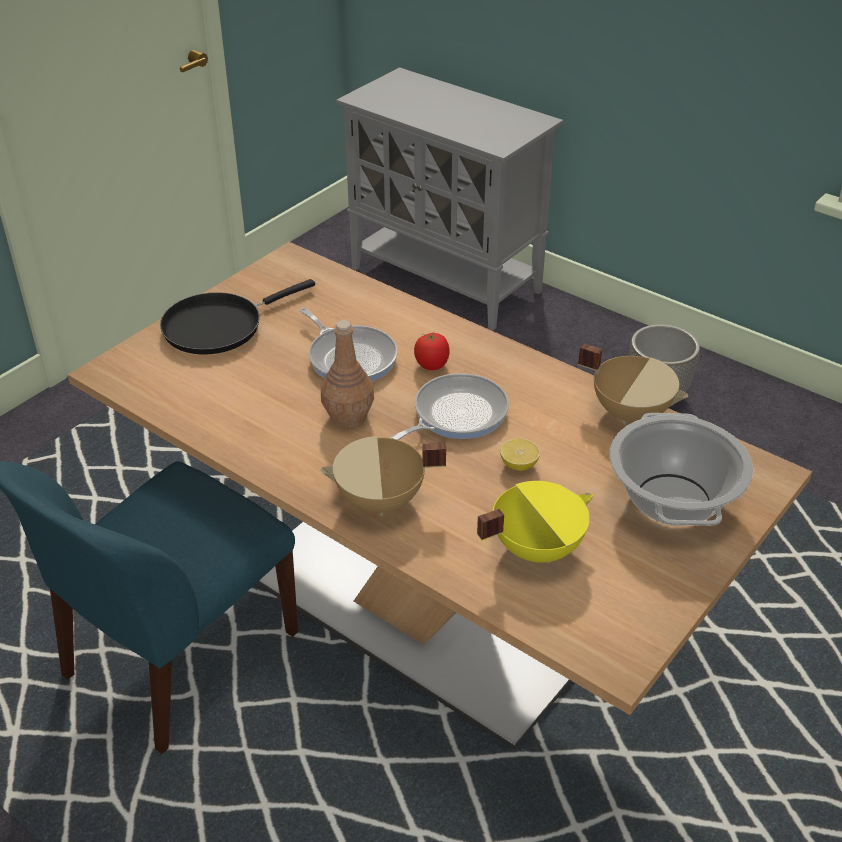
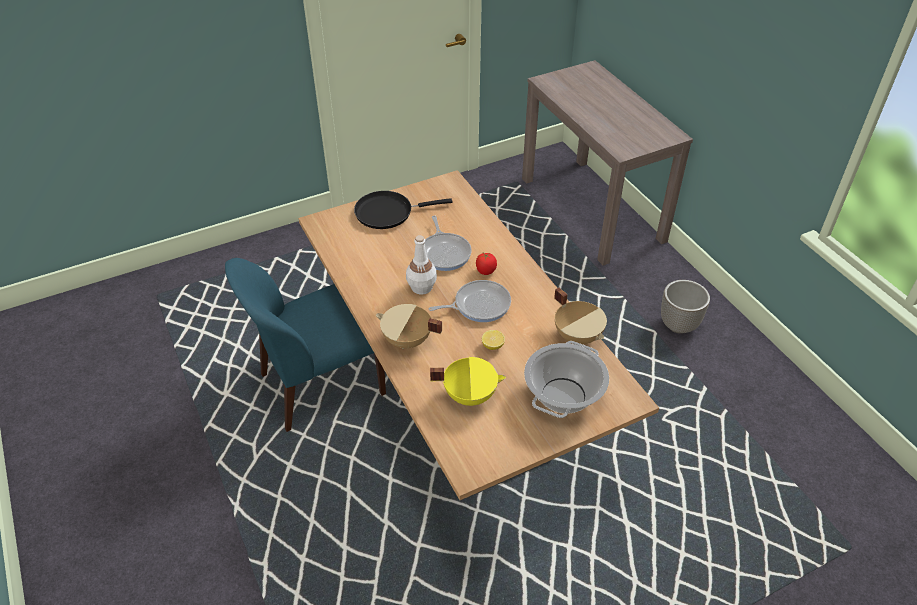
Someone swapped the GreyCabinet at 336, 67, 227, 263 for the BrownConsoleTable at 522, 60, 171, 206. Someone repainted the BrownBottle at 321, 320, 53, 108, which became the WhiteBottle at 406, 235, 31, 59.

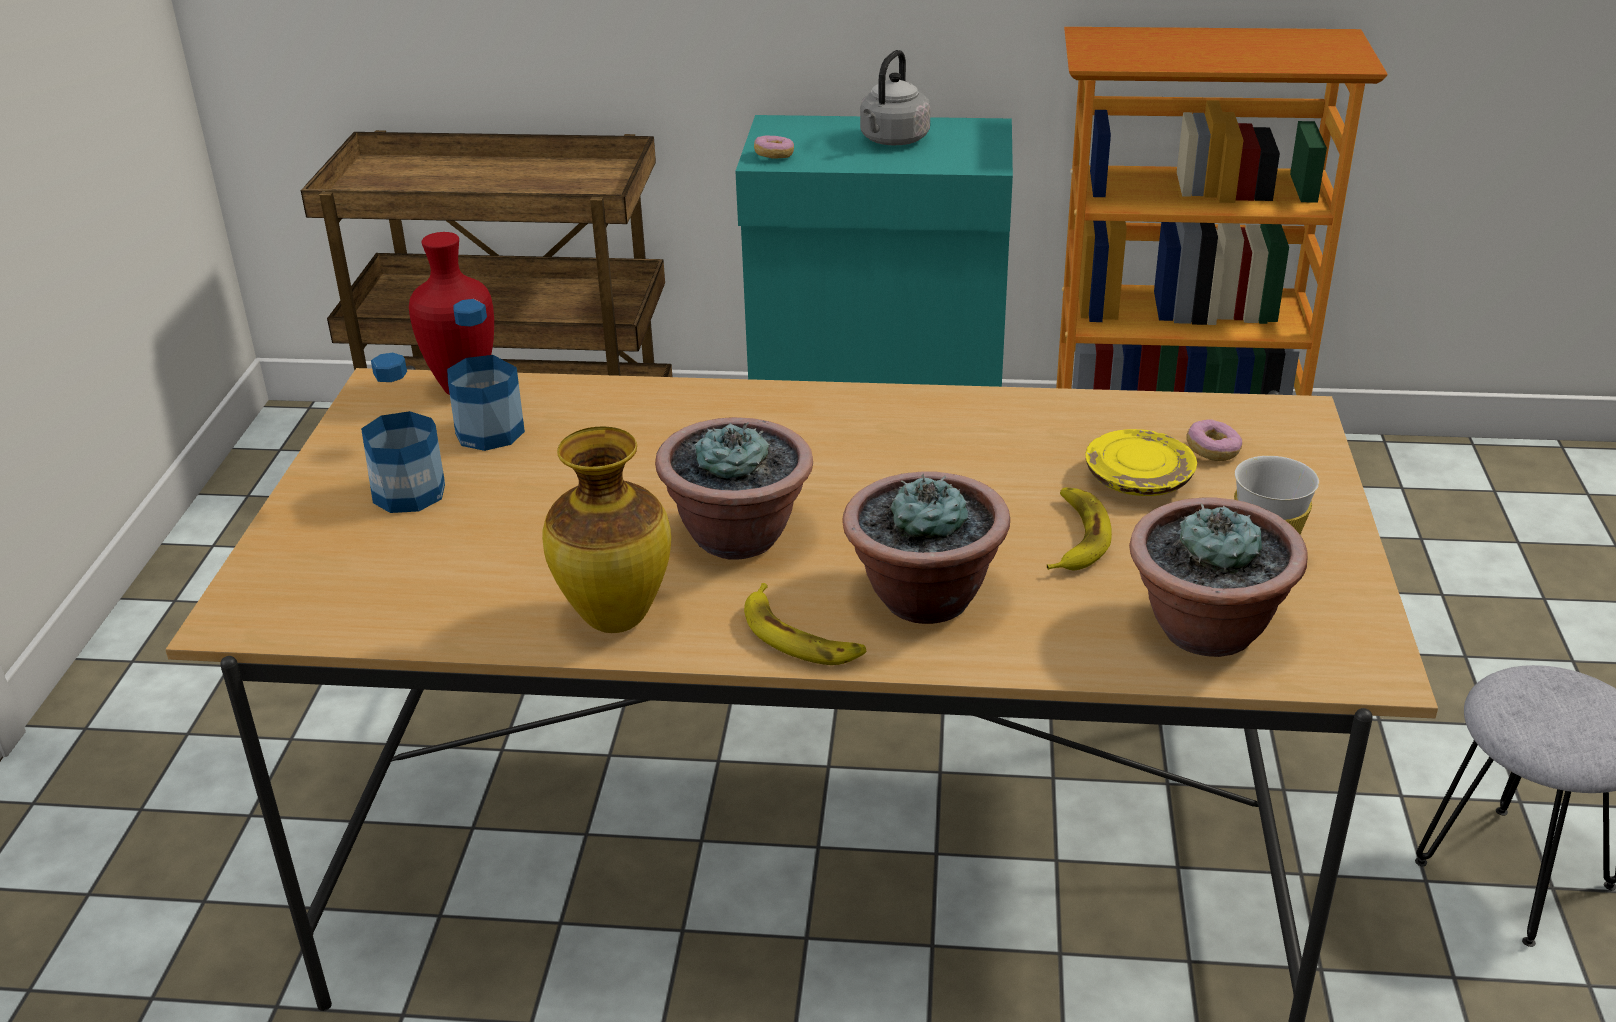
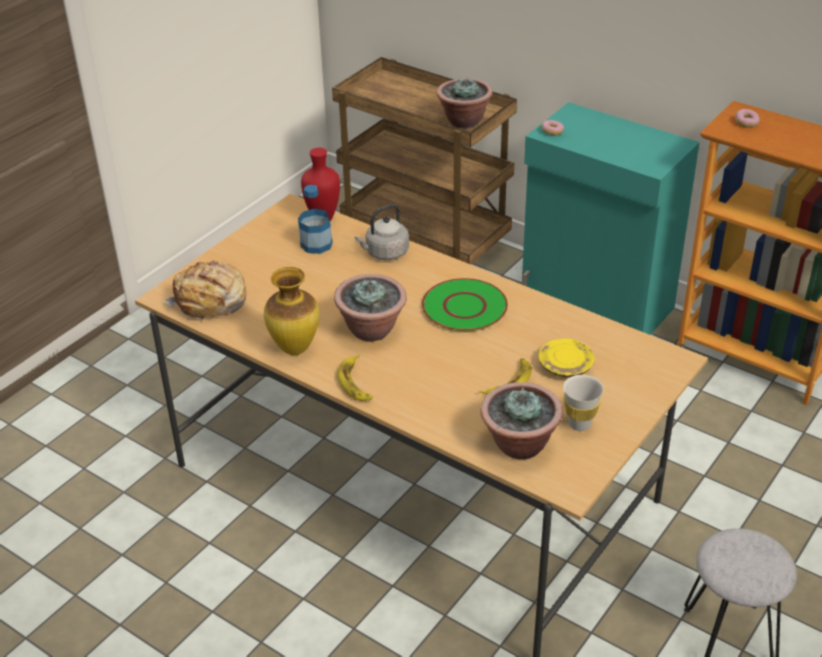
Someone took away the Bottle at 361, 353, 84, 160. Someone put down the Bread at 163, 261, 83, 60. Someone put down the GreenPlate at 422, 278, 86, 54. Someone carried the PottedPlant from 842, 471, 168, 153 to 437, 77, 56, 52. Someone carried the GreyKettle from 860, 50, 71, 95 to 355, 204, 54, 56. Someone carried the Donut from 1186, 419, 56, 42 to 735, 109, 24, 19.

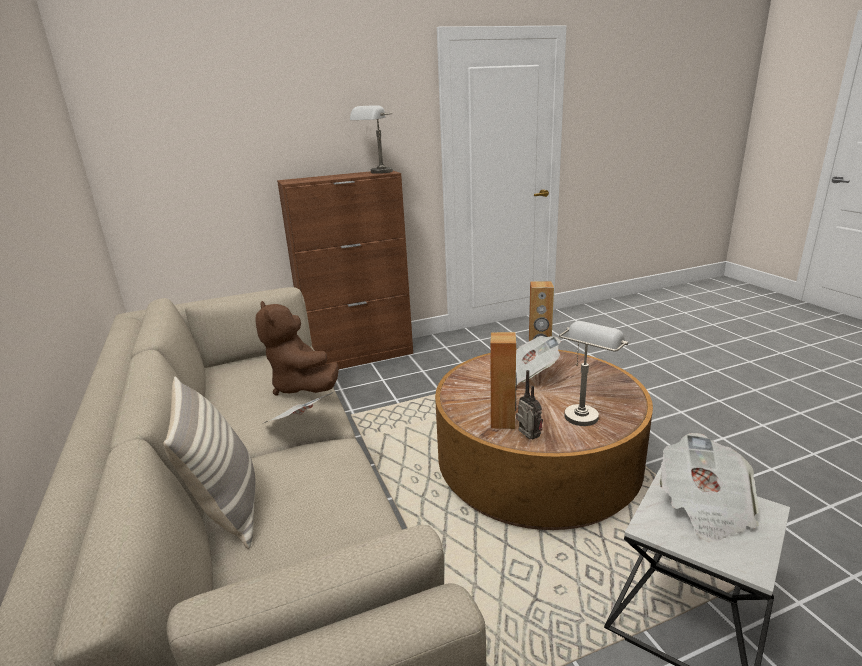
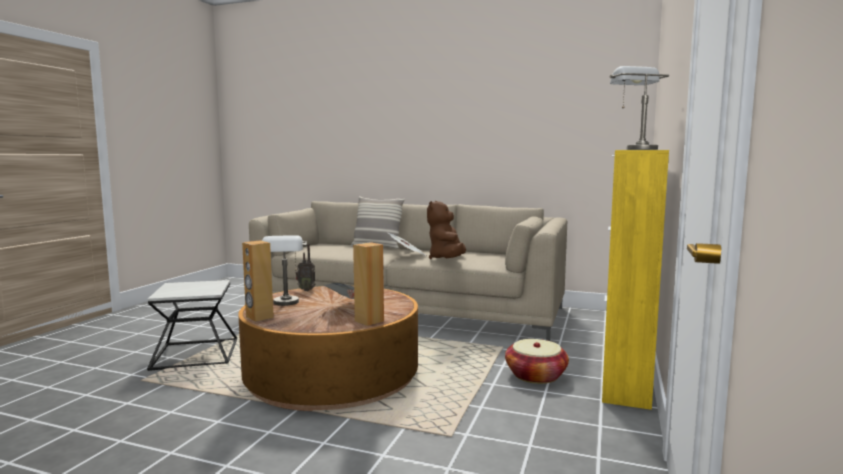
Someone took away the Newspaper at 659, 433, 100, 109. Someone put down the Basket at 505, 339, 64, 45. Someone carried the BrownSpeaker from 490, 332, 27, 97 to 242, 240, 32, 82. Someone repainted the BrownCabinet at 277, 171, 136, 198, which became the YellowCabinet at 602, 150, 67, 260. Someone rotated the BrownPlushToy at 255, 301, 84, 95 by 90 degrees counterclockwise.

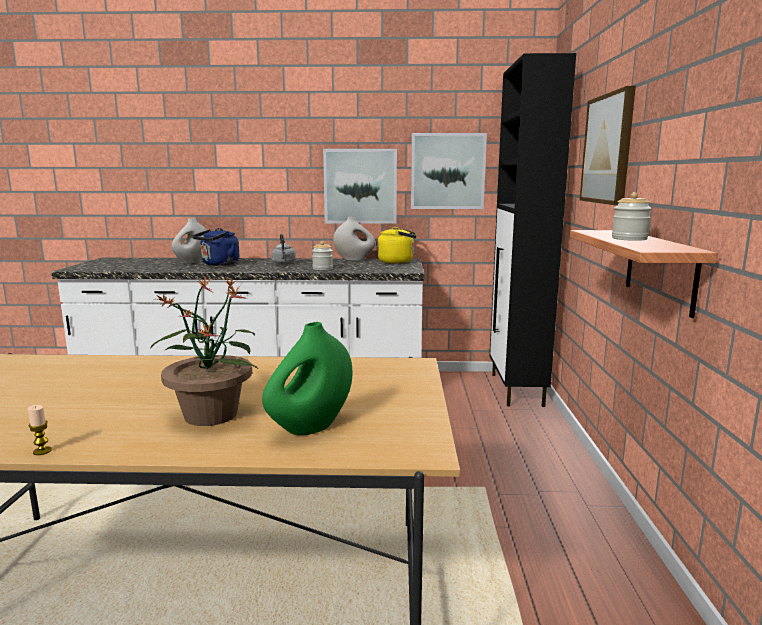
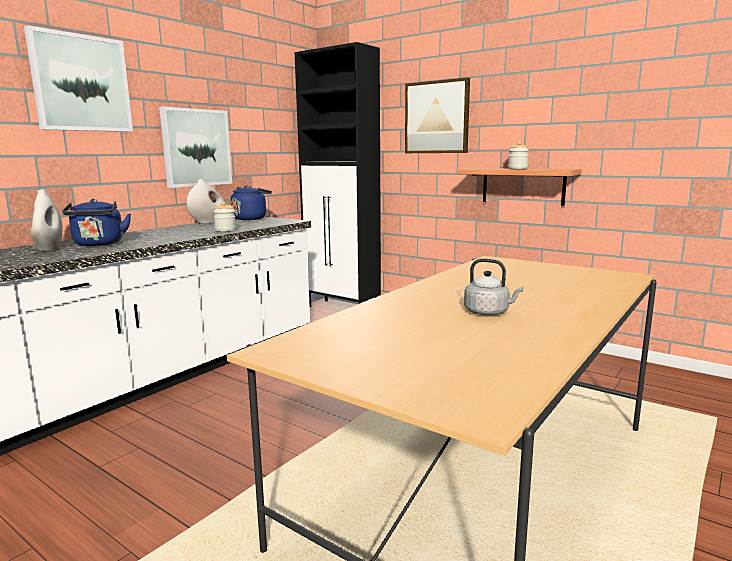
Someone took away the Candle at 28, 405, 24, 50. Someone took away the PottedPlant at 150, 277, 107, 149. Someone took away the GreenVase at 262, 322, 91, 113. Someone carried the GreyKettle from 272, 234, 24, 30 to 464, 259, 59, 56. Someone carried the Picture from 411, 133, 76, 76 to 24, 25, 109, 107. Someone repainted the YellowKettle at 377, 227, 39, 37, which became the BlueKettle at 231, 185, 41, 35.

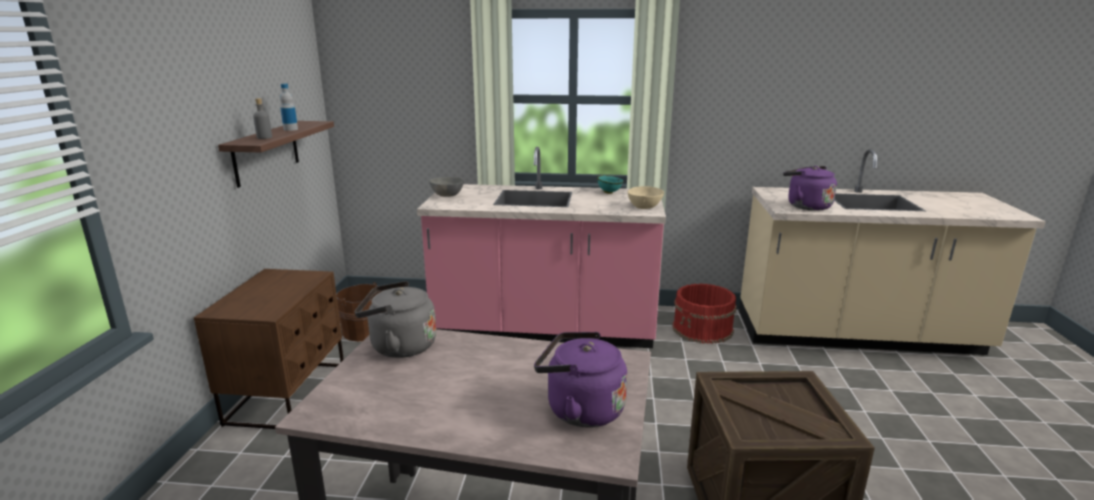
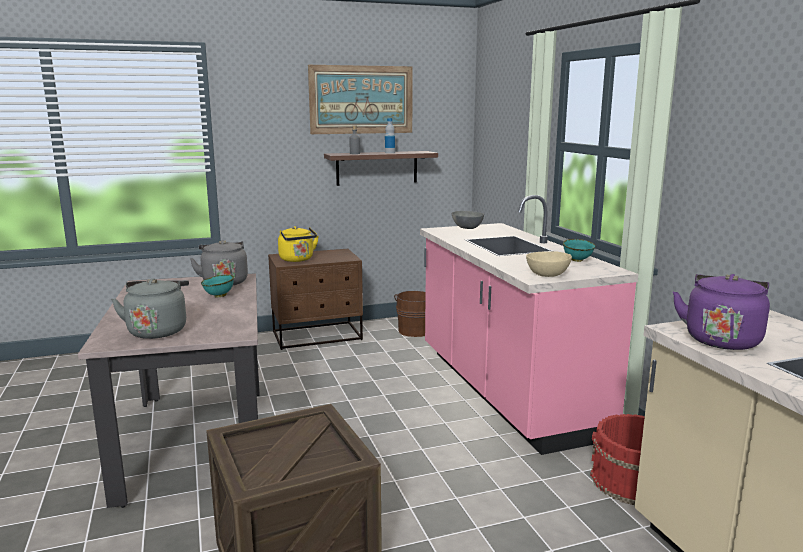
Someone put down the TurquoiseBowl at 201, 275, 33, 23. Someone put down the YellowKettle at 278, 226, 41, 36. Someone put up the Picture at 308, 65, 105, 69. Someone repainted the PurpleKettle at 534, 332, 93, 96, which became the GreyKettle at 111, 278, 78, 61.

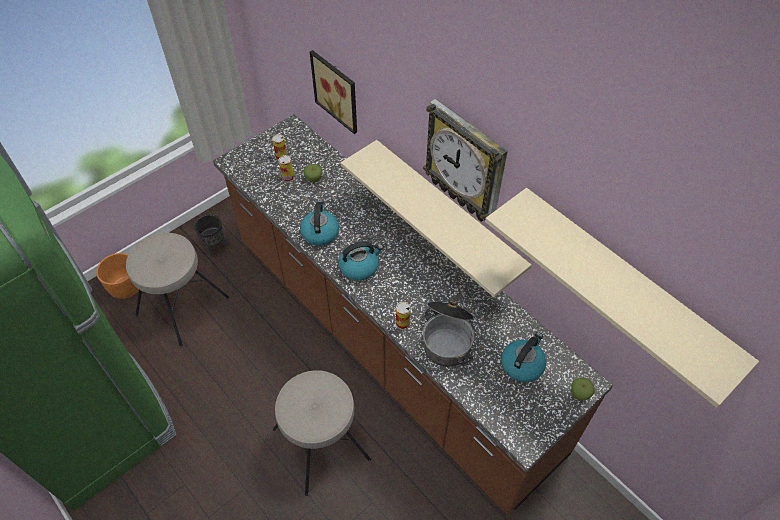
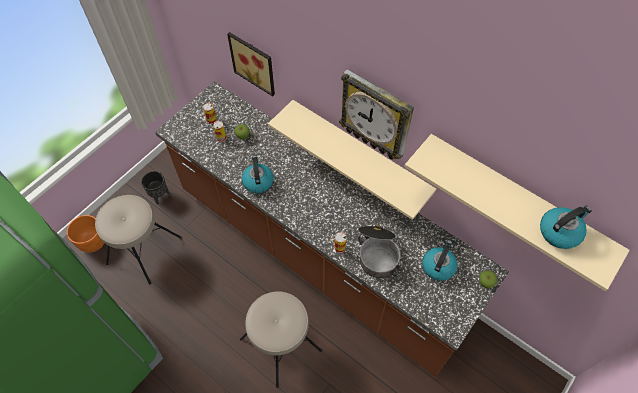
Someone carried the Kettle from 338, 241, 45, 40 to 540, 206, 52, 43.

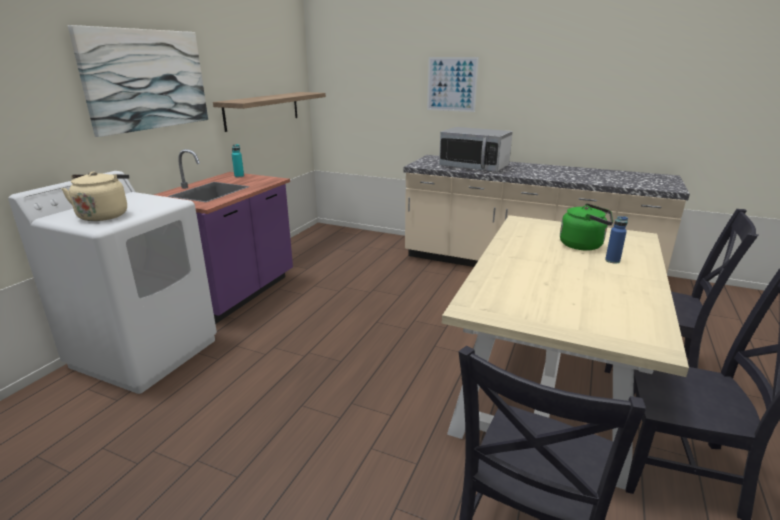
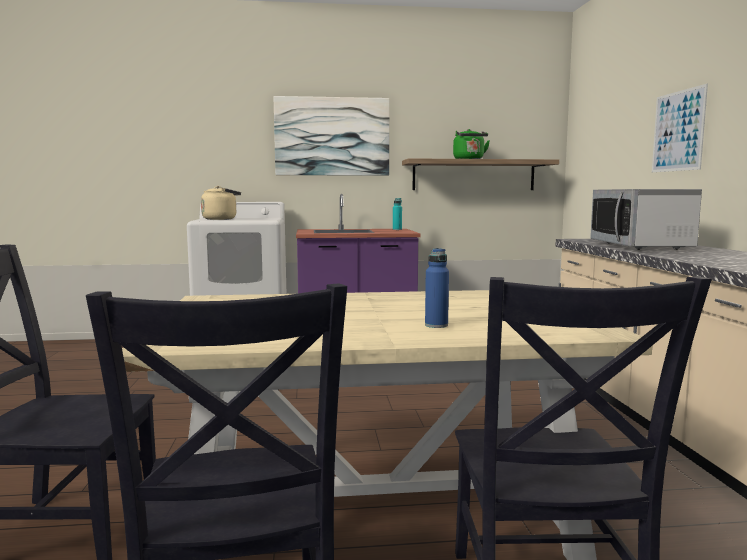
Someone carried the GreenKettle from 560, 203, 53, 47 to 453, 129, 37, 30.

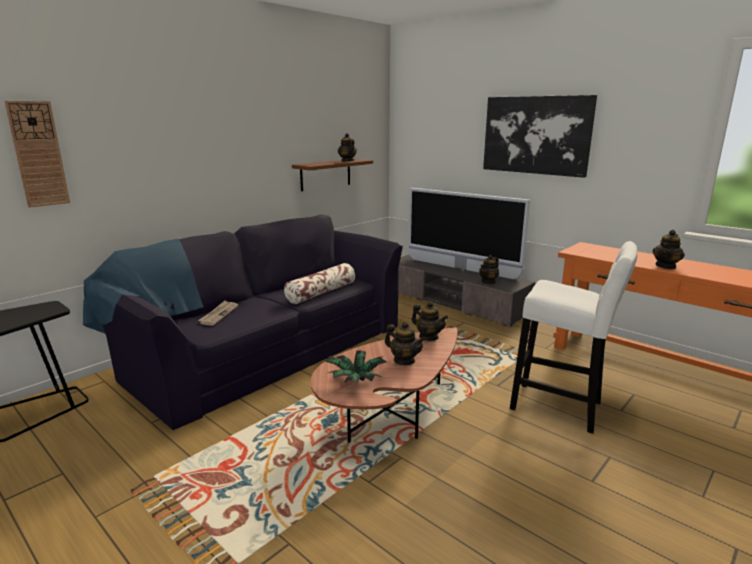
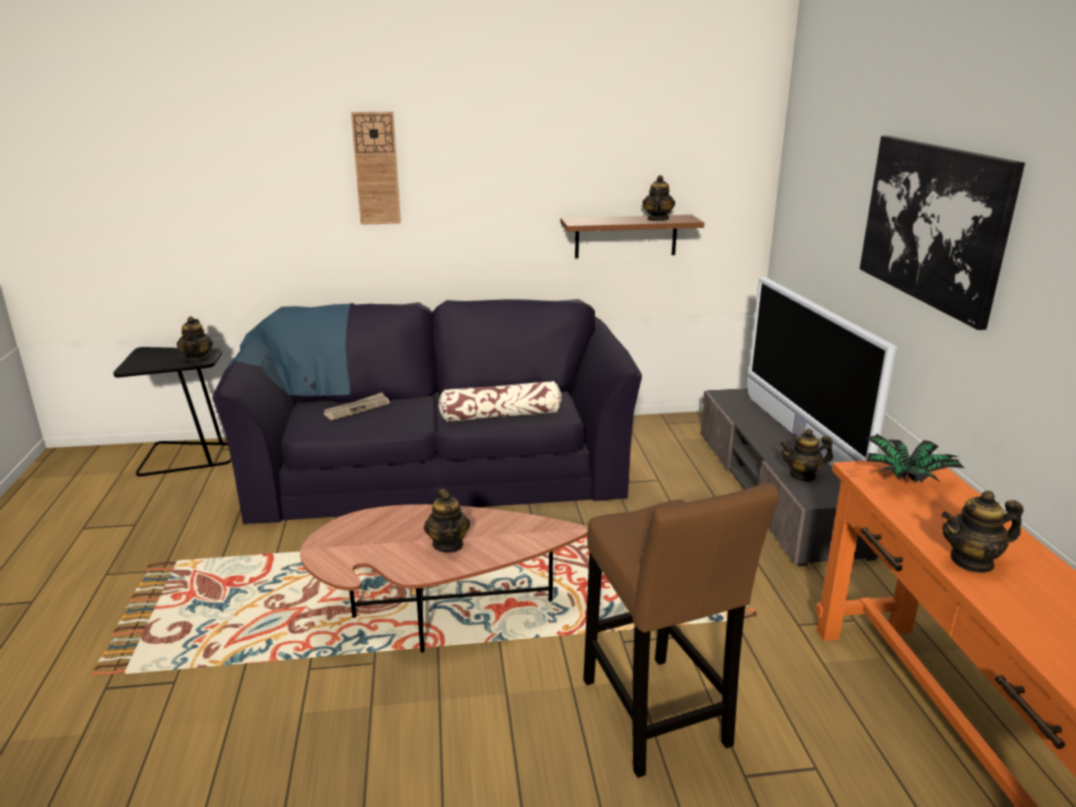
Someone carried the WallClock from 4, 101, 66, 107 to 351, 112, 50, 113. Someone carried the PottedPlant from 325, 350, 62, 34 to 860, 434, 104, 48. Someone carried the Teapot from 412, 301, 36, 40 to 177, 316, 36, 47. Someone repainted the WhiteStool at 510, 241, 127, 193, which became the BrownStool at 583, 483, 196, 295.

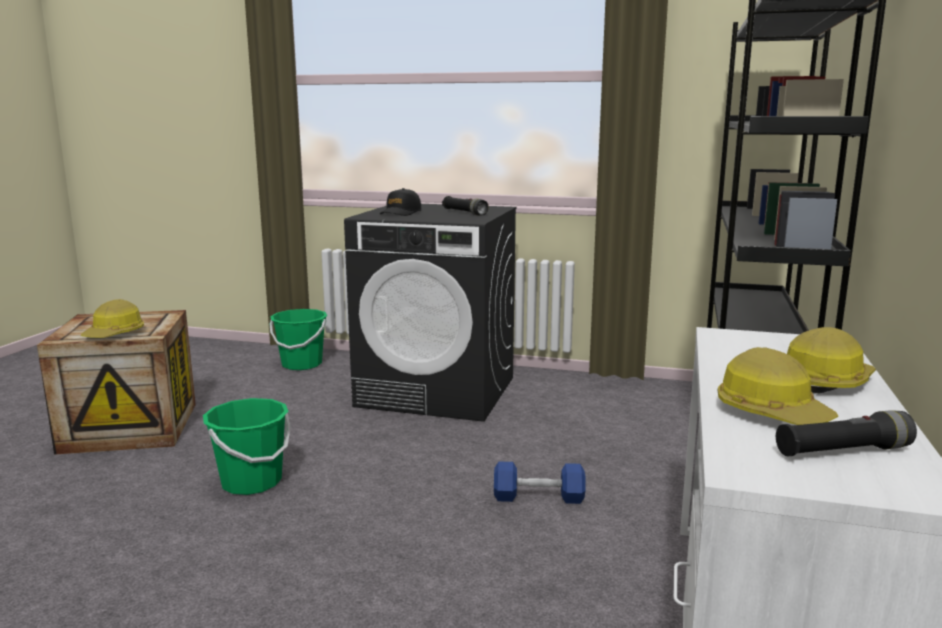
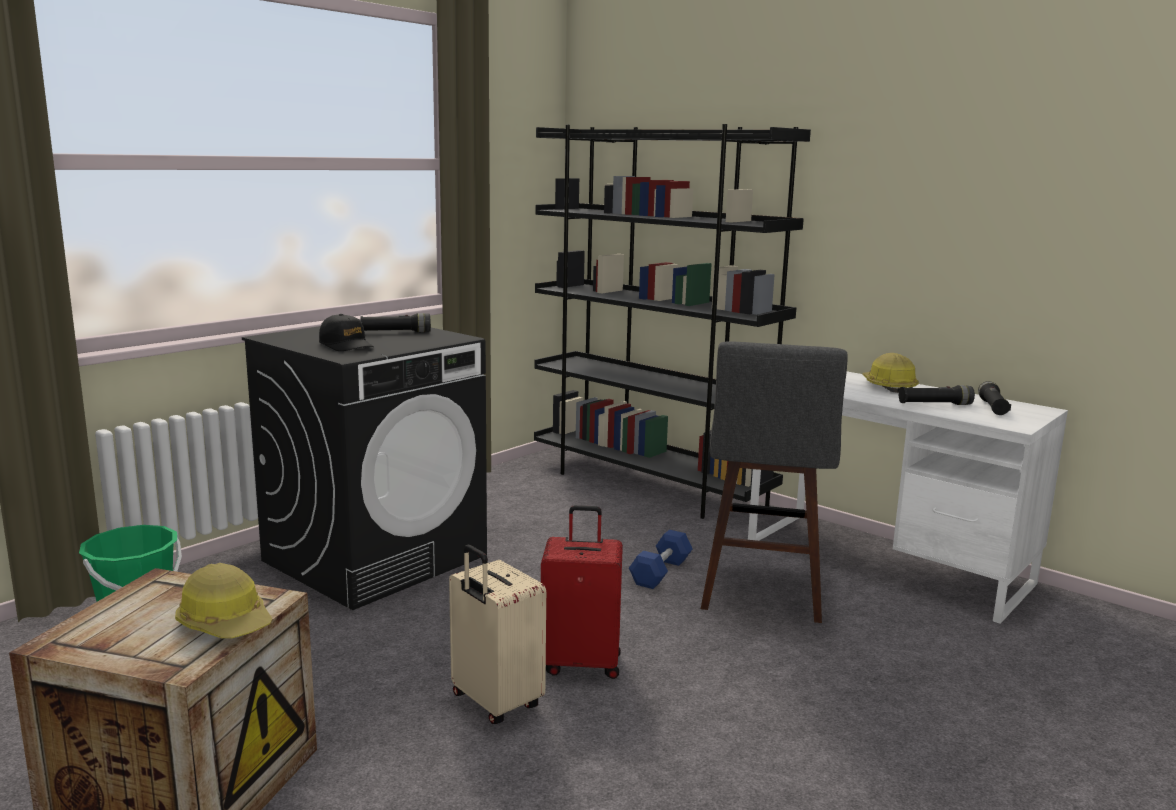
Someone put down the RedSuitcase at 541, 505, 82, 174. Someone put down the GreyStool at 701, 341, 147, 282. Someone swapped the GreenBucket at 203, 398, 88, 97 for the BeigeSuitcase at 449, 544, 97, 180. Someone swapped the HardHat at 718, 347, 120, 78 for the BlackFlashlight at 899, 385, 76, 20.

